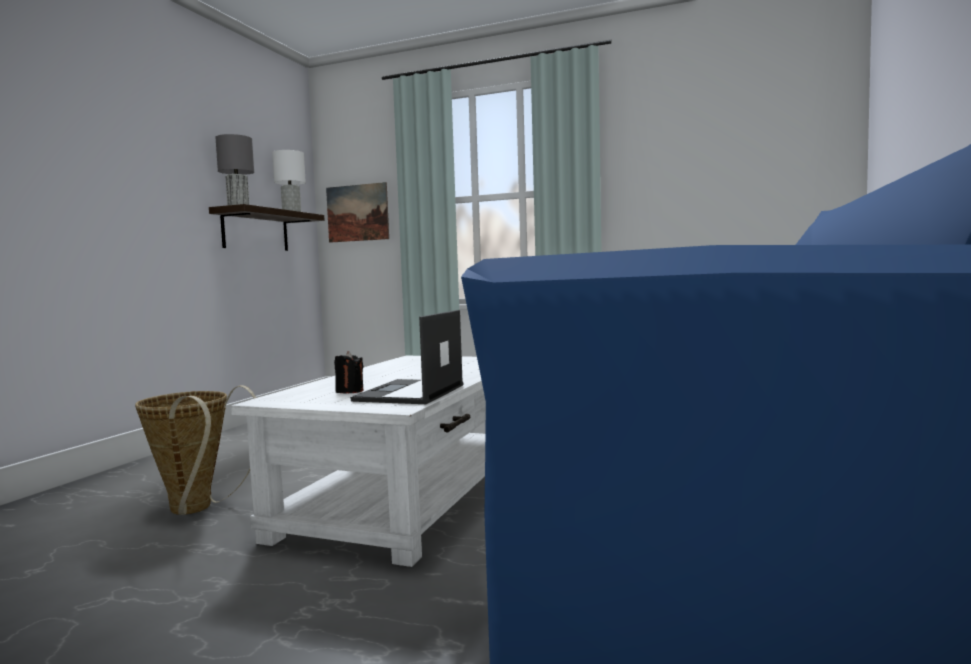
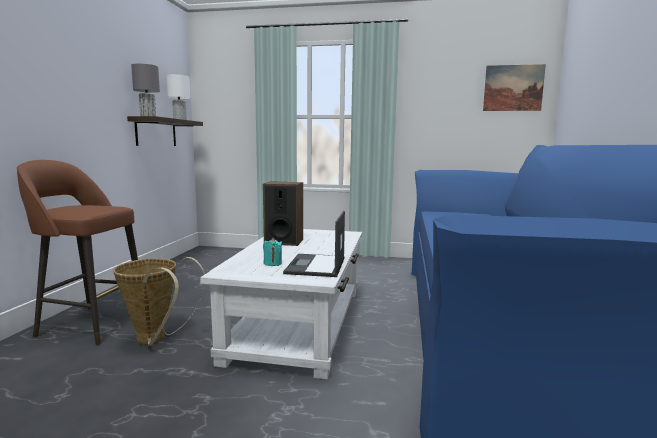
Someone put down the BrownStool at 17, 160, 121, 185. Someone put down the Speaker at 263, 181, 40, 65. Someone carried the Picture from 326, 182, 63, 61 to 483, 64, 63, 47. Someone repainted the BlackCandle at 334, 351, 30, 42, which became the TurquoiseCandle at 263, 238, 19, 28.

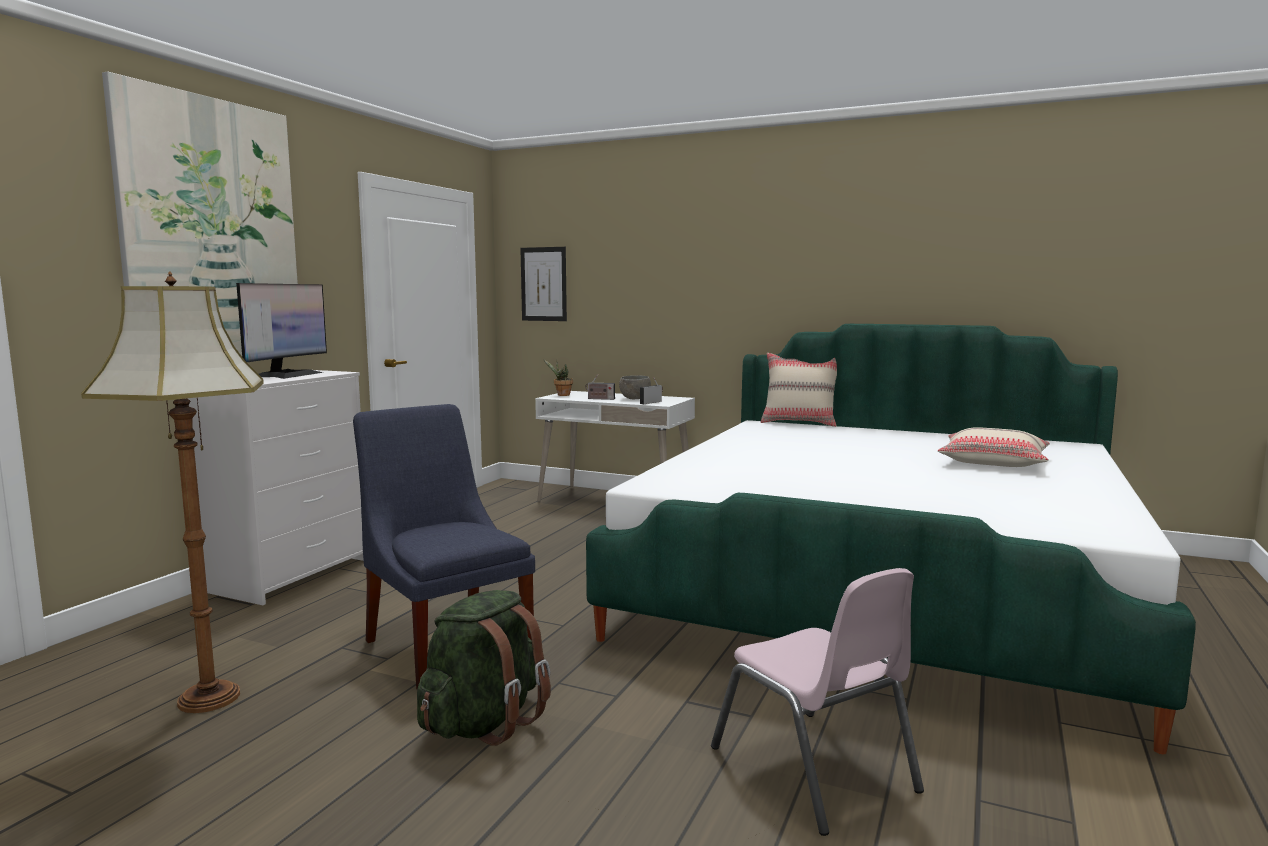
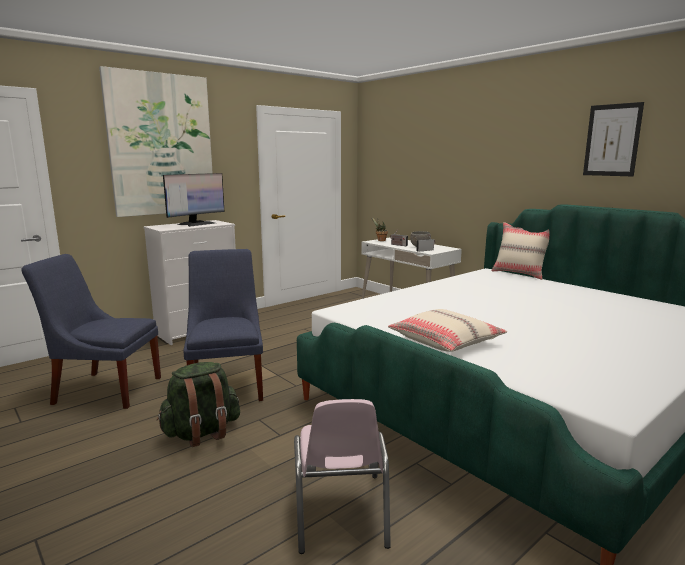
Someone carried the Picture from 520, 247, 47, 74 to 583, 102, 61, 74. Someone carried the BeigePillow from 938, 427, 112, 40 to 388, 309, 119, 43. Someone swapped the FloorLamp at 81, 271, 183, 442 for the BlueChair at 21, 254, 140, 155.

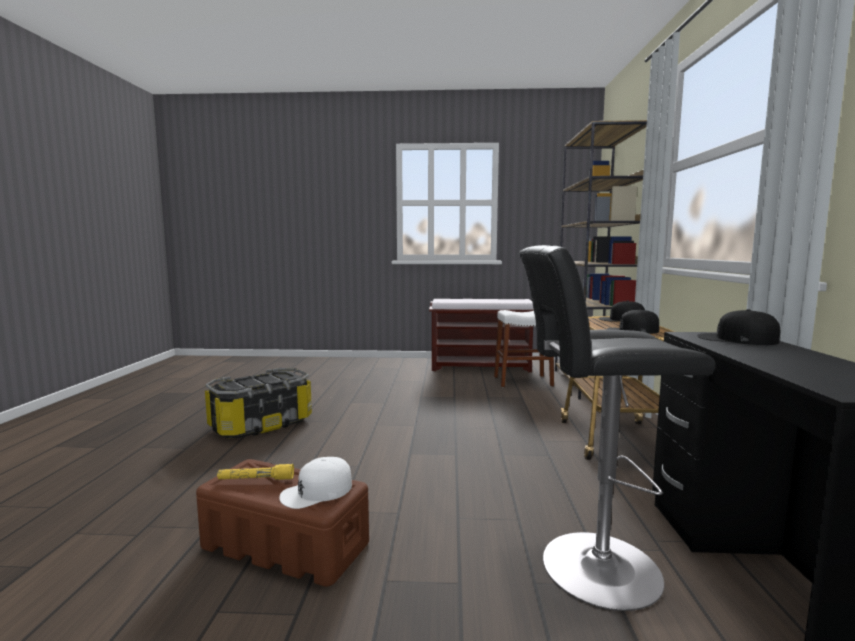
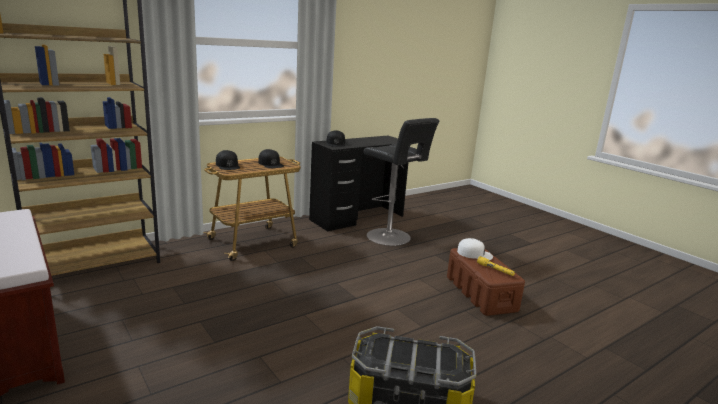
Someone took away the WhiteStool at 494, 310, 60, 77.

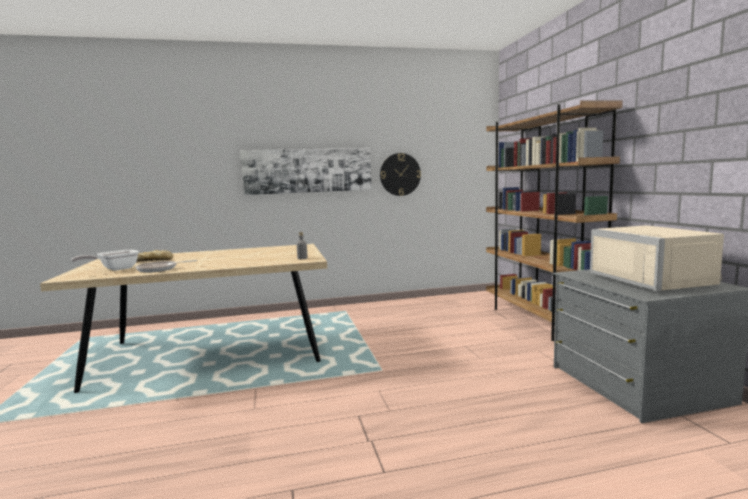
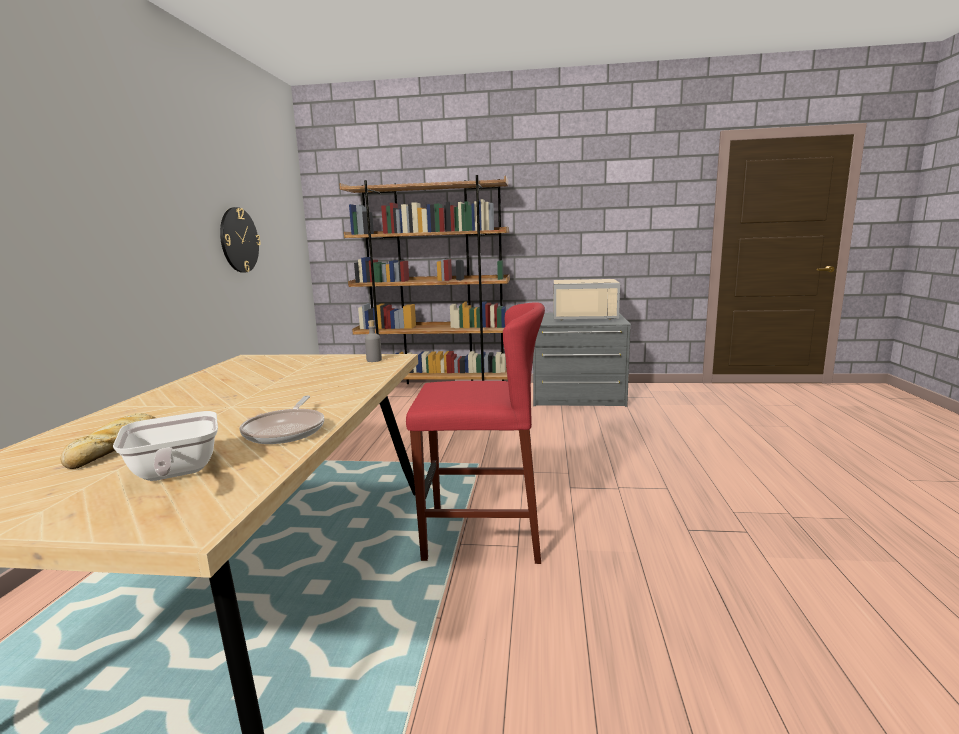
Someone took away the Picture at 240, 148, 132, 47. Someone put down the RedStool at 406, 302, 139, 262.

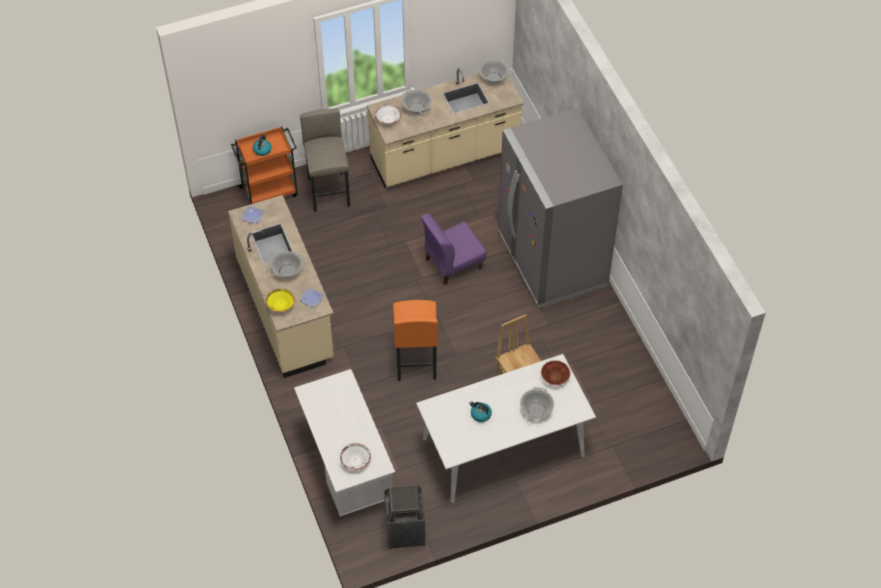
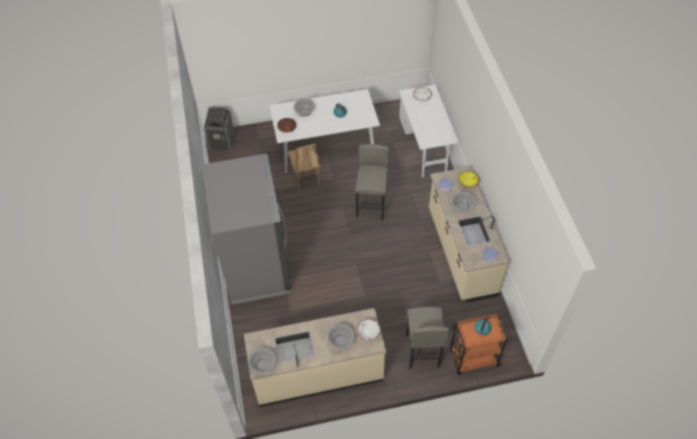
Someone took away the PurpleChair at 421, 213, 66, 72. Someone carried the TrashCan from 384, 485, 42, 64 to 204, 107, 31, 44. Someone repainted the OrangeStool at 393, 300, 45, 81, which became the GreyStool at 355, 144, 34, 76.

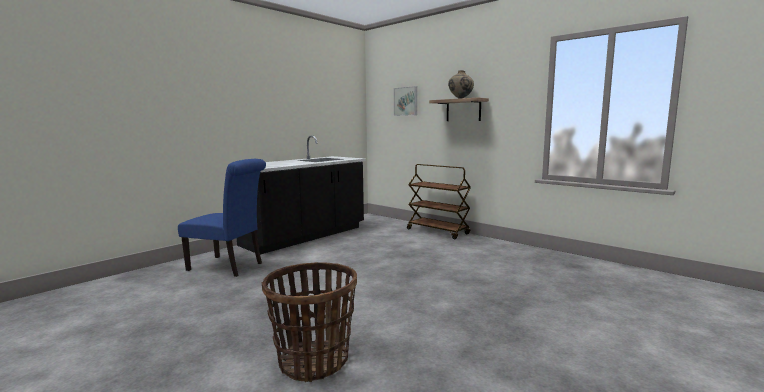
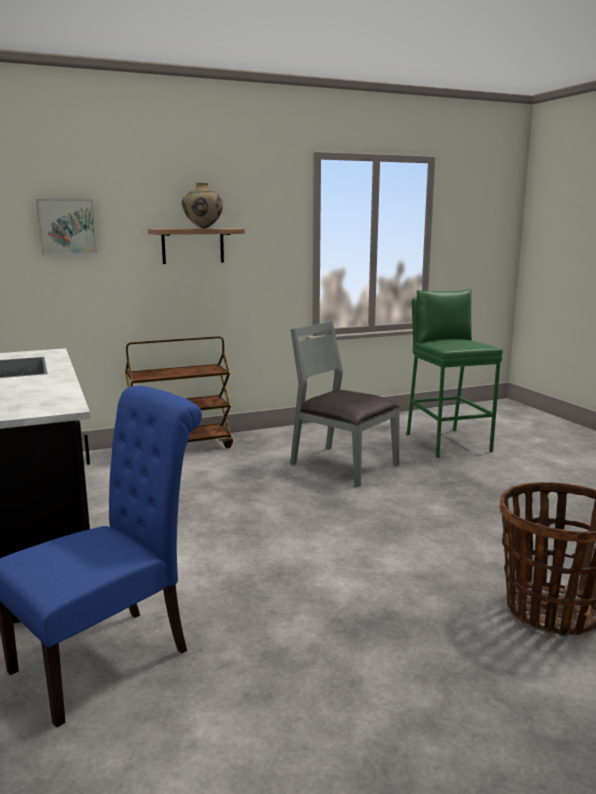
Someone put down the GreyChair at 290, 321, 110, 166. Someone put down the GreenStool at 407, 288, 96, 170.

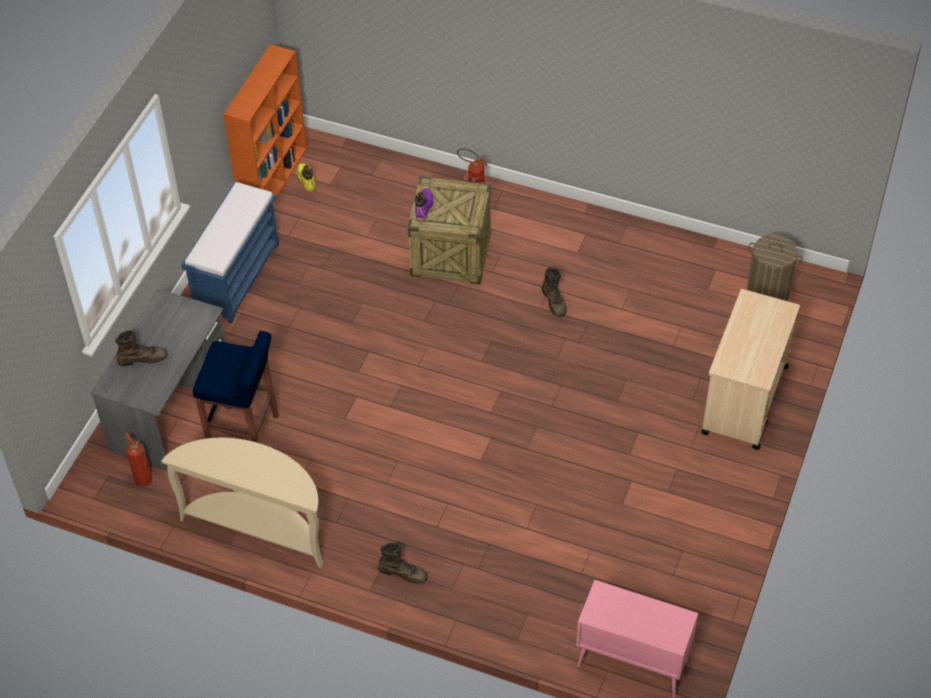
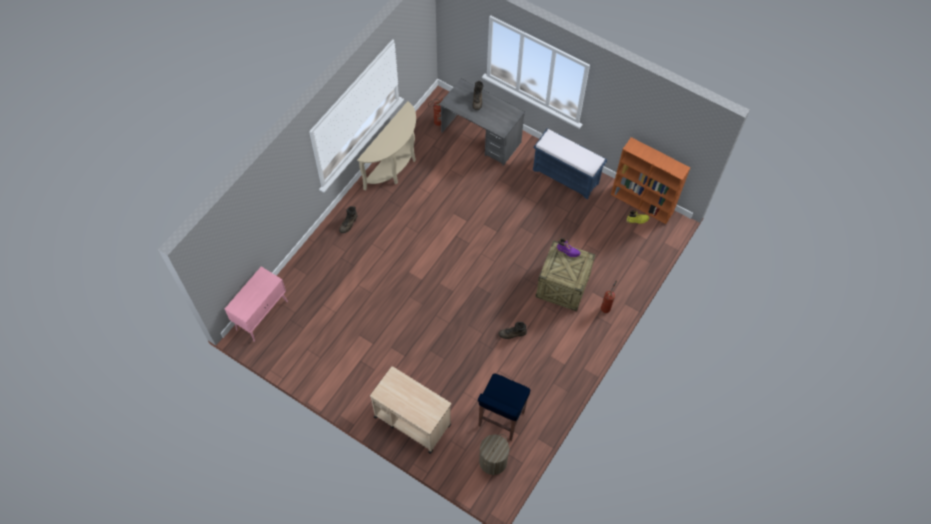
Someone carried the BlueStool from 193, 331, 86, 112 to 478, 373, 52, 68.

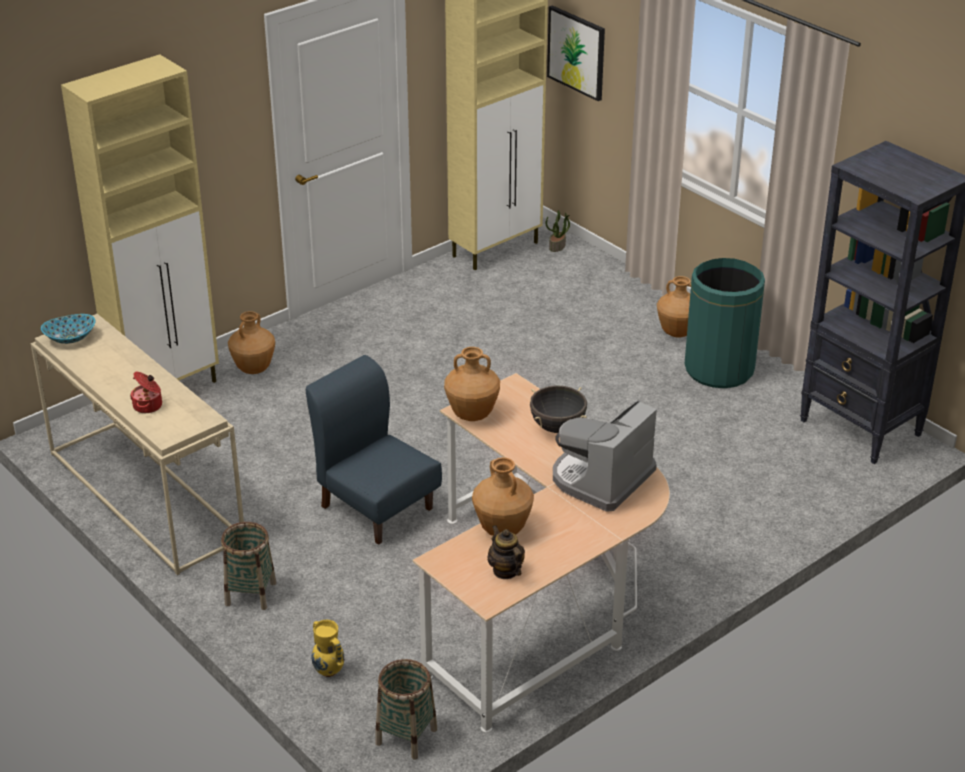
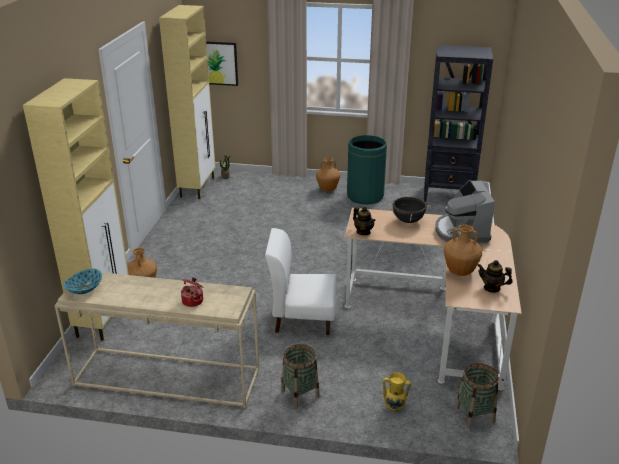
Someone swapped the BrownVase at 444, 347, 56, 74 for the Teapot at 353, 207, 22, 28. Someone repainted the BlueChair at 306, 355, 136, 190, which became the WhiteChair at 265, 228, 72, 107.

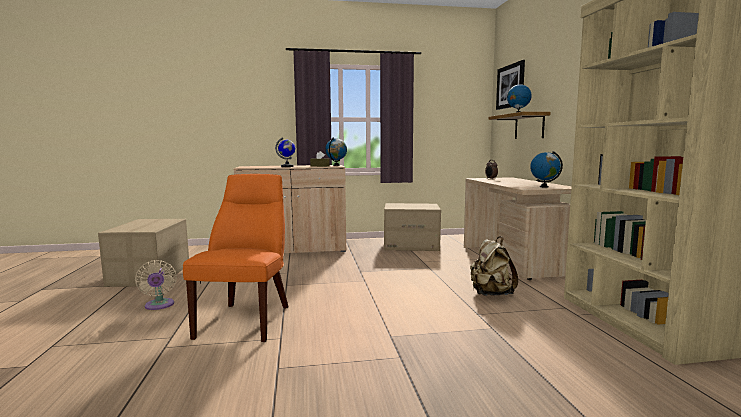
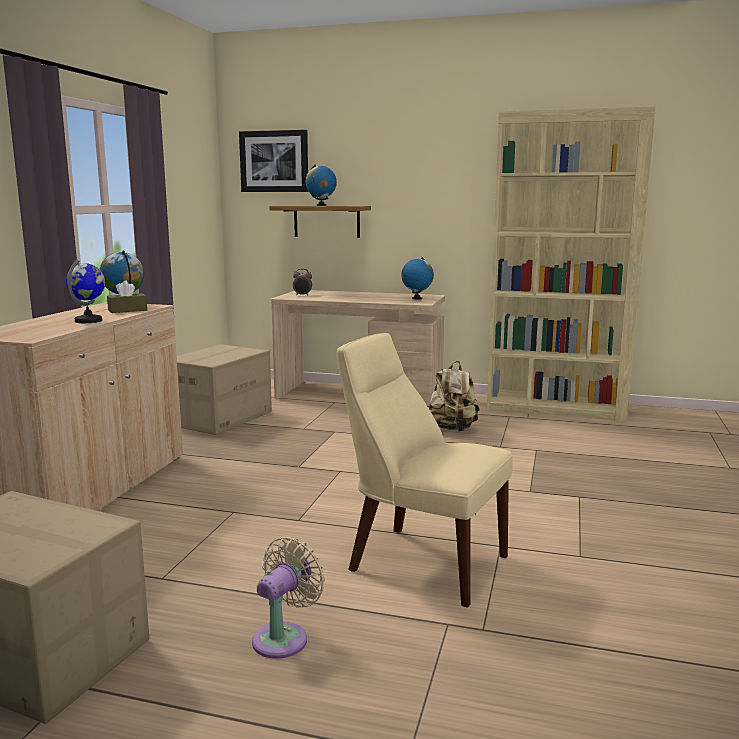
Someone repainted the OrangeChair at 183, 174, 106, 168, which became the BeigeChair at 336, 333, 177, 274. Someone rotated the BeigeFan at 135, 260, 42, 50 by 60 degrees counterclockwise.

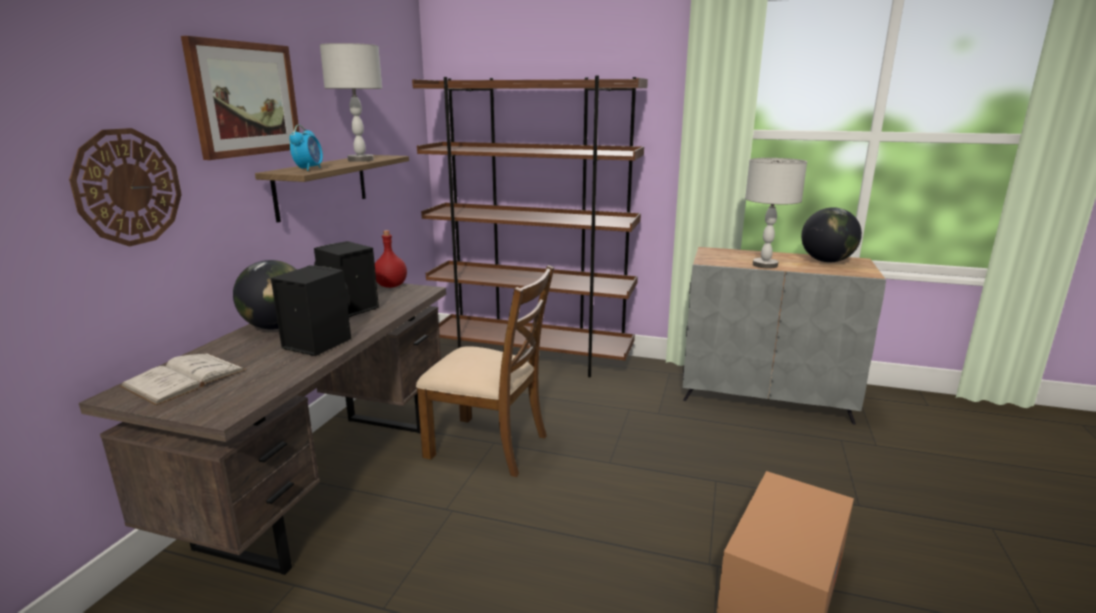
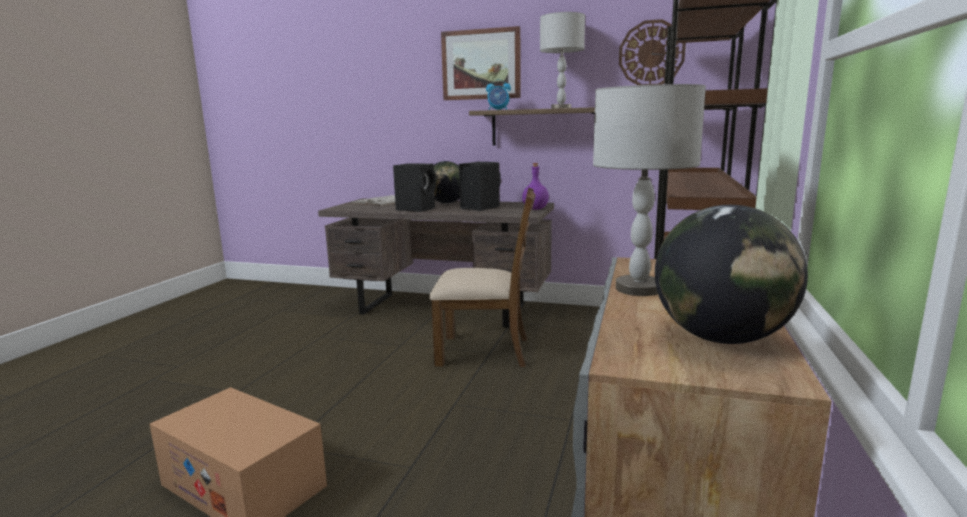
Someone carried the WallClock from 69, 128, 113, 118 to 619, 19, 67, 66. Someone repainted the RedBottle at 375, 230, 32, 58, which became the PurpleBottle at 522, 163, 27, 47. Someone rotated the BrownChair at 416, 265, 138, 212 by 105 degrees counterclockwise.

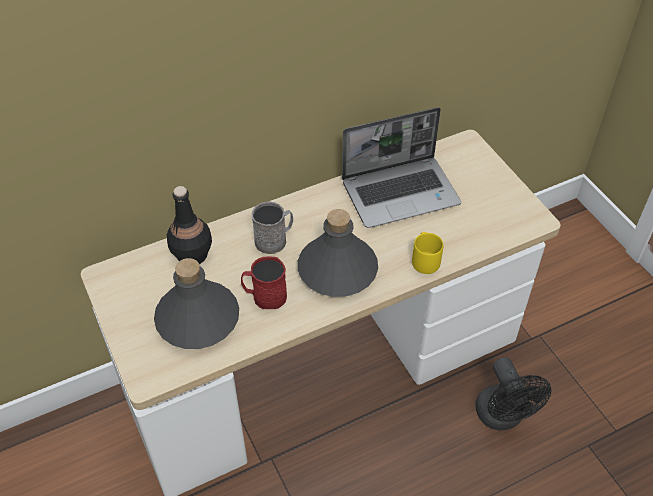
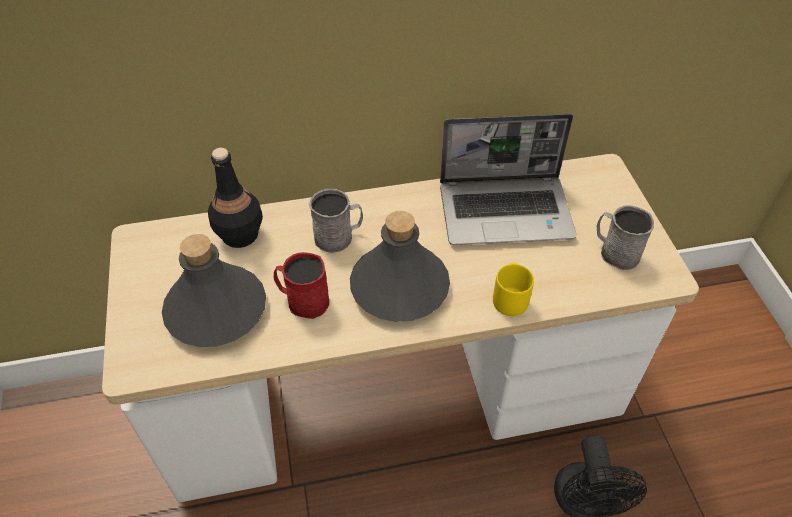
Someone put down the GreyMug at 597, 205, 57, 65.

